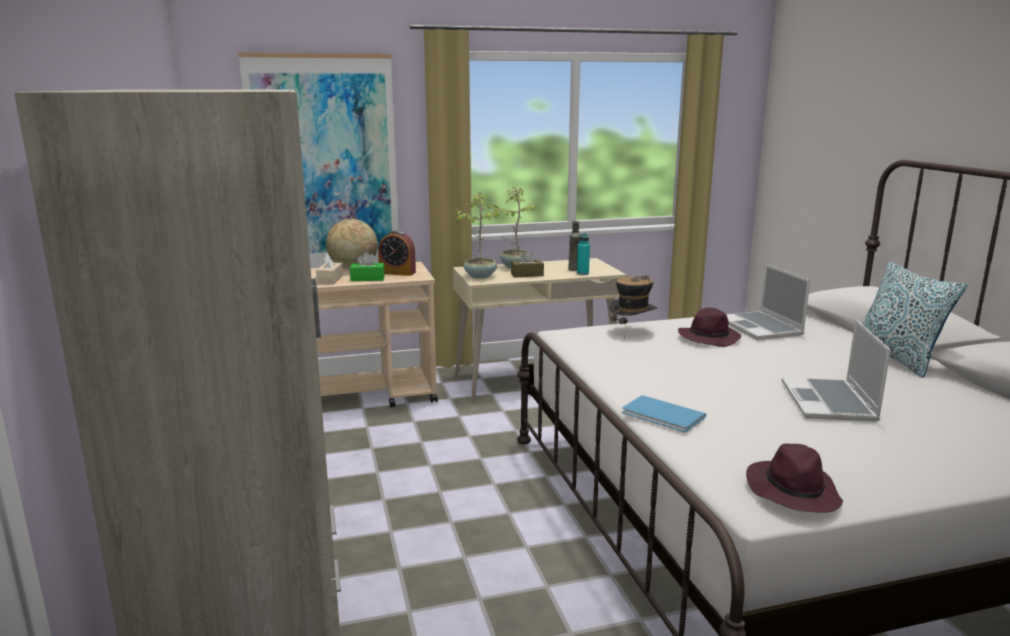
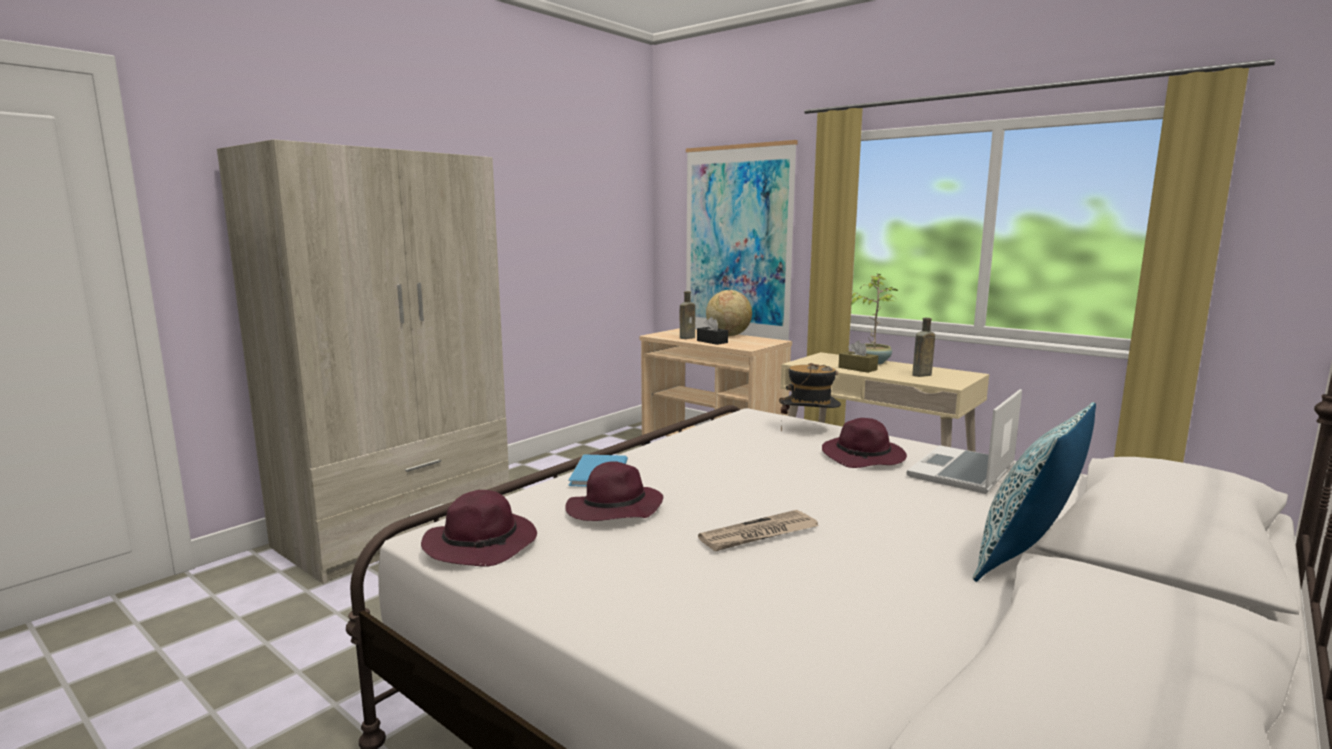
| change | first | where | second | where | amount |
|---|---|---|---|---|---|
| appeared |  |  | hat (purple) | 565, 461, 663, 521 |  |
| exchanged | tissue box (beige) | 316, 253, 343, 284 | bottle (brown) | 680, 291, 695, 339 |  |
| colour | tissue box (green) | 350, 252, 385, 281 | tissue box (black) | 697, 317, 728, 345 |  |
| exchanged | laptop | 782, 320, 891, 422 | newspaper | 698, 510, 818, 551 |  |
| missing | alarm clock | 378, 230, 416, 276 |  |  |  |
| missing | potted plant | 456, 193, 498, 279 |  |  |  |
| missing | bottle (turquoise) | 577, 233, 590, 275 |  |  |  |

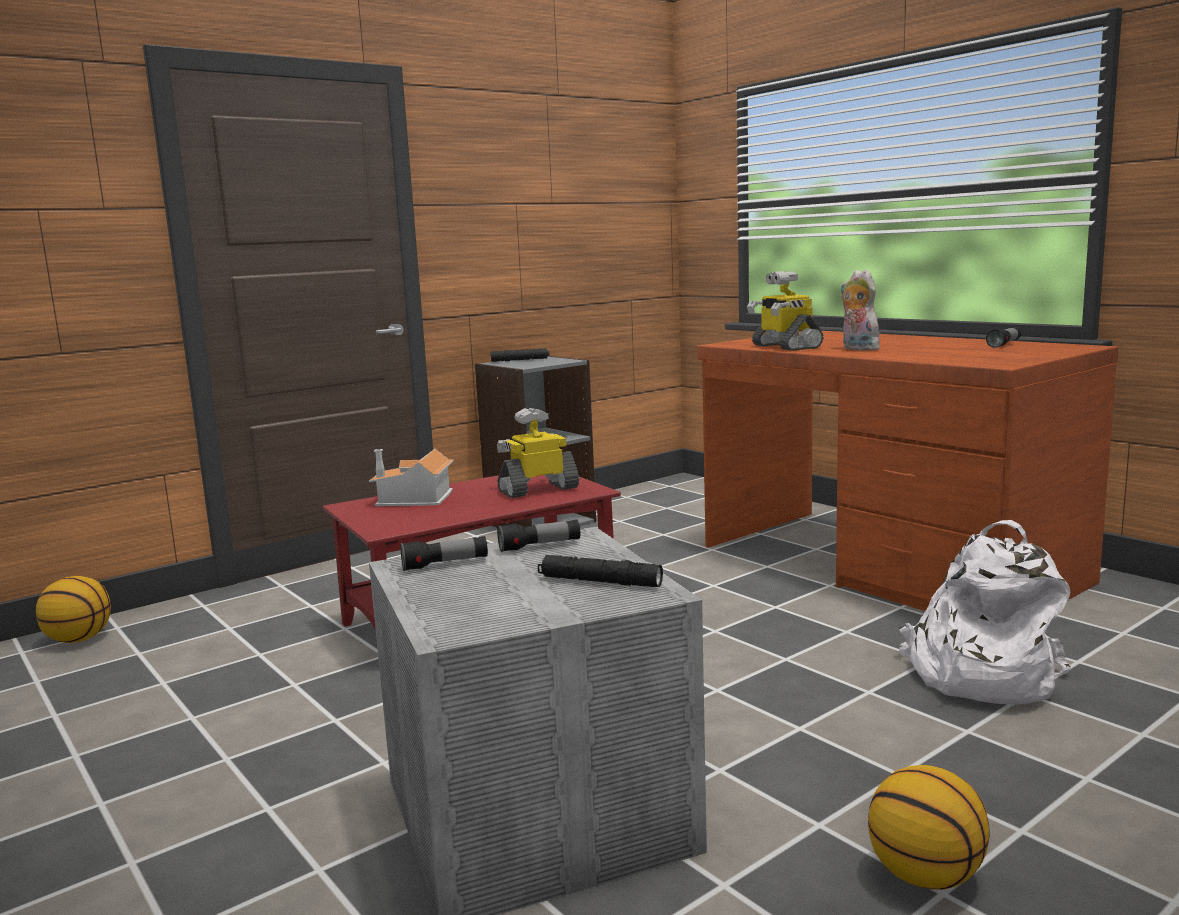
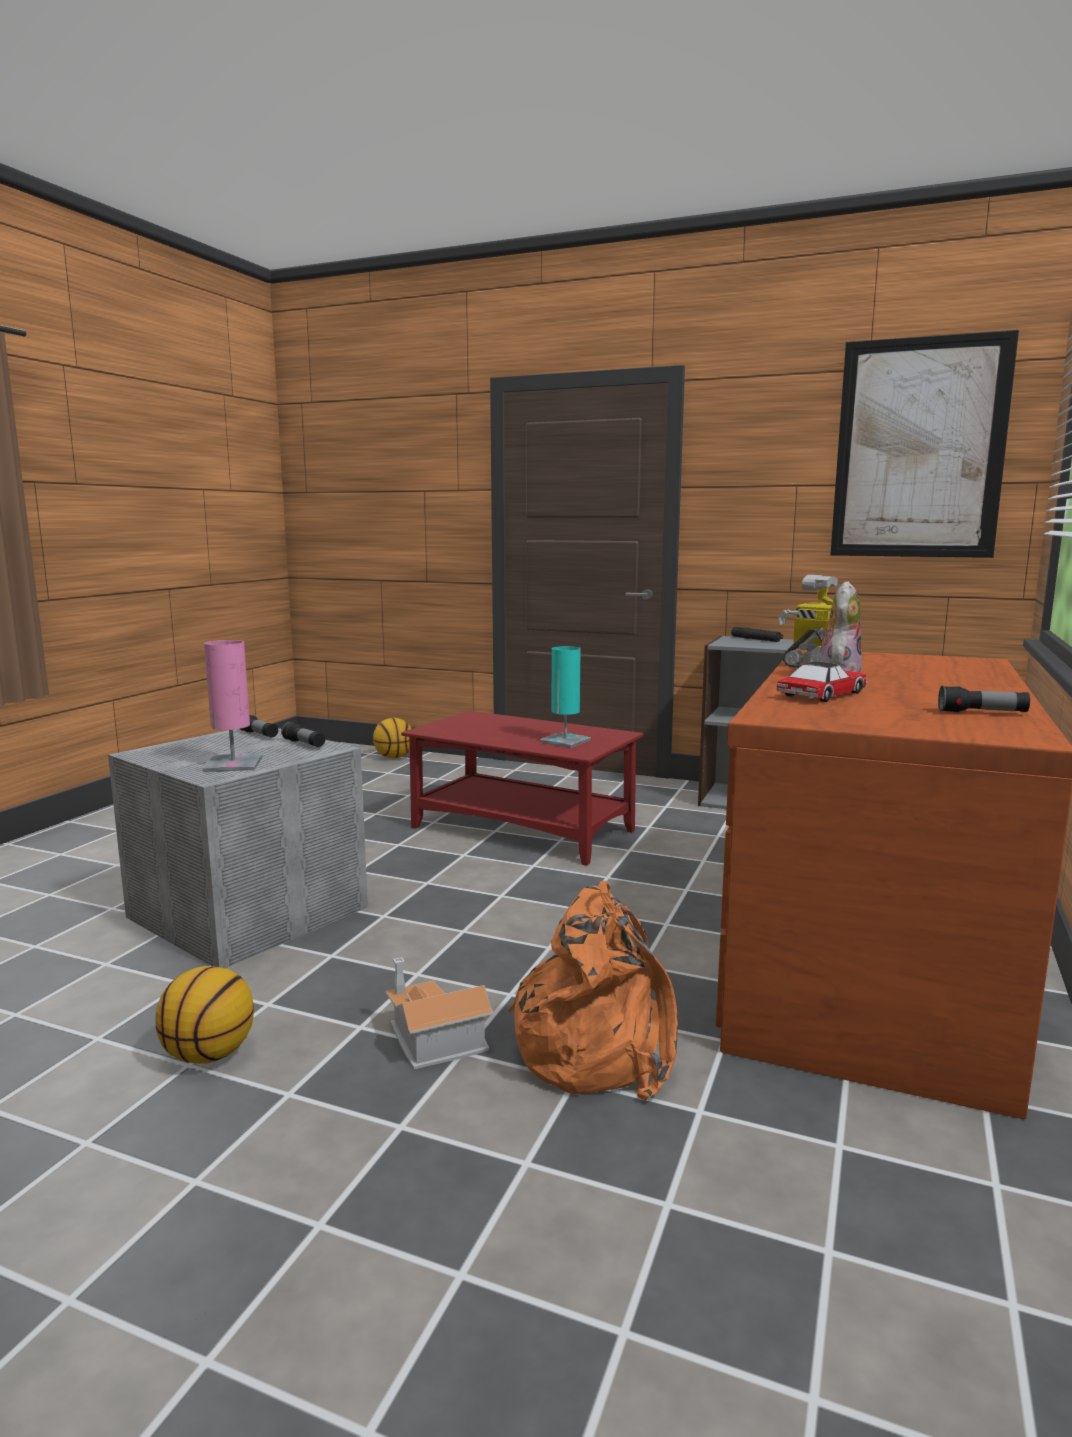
| change | first | where | second | where | amount |
|---|---|---|---|---|---|
| exchanged | flashlight (black) | 538, 555, 663, 587 | table lamp (pink) | 202, 640, 263, 772 |  |
| relocated | toy house | 369, 449, 454, 506 |  | 385, 957, 494, 1069 |  |
| colour | backpack (white) | 899, 520, 1071, 705 | backpack (orange) | 508, 881, 678, 1100 |  |
| exchanged | toy robot | 497, 408, 579, 498 | table lamp (turquoise) | 539, 646, 591, 748 |  |
| appeared |  |  | toy car | 776, 662, 867, 702 |  |
| appeared |  |  | picture | 830, 330, 1019, 558 |  |

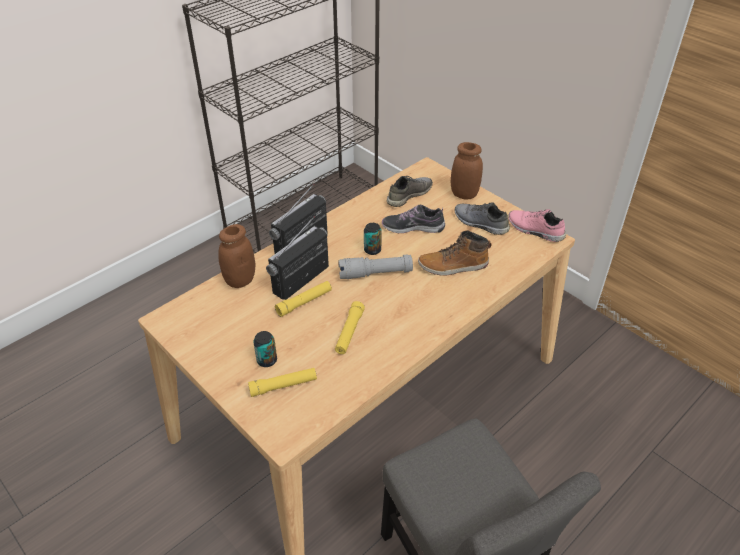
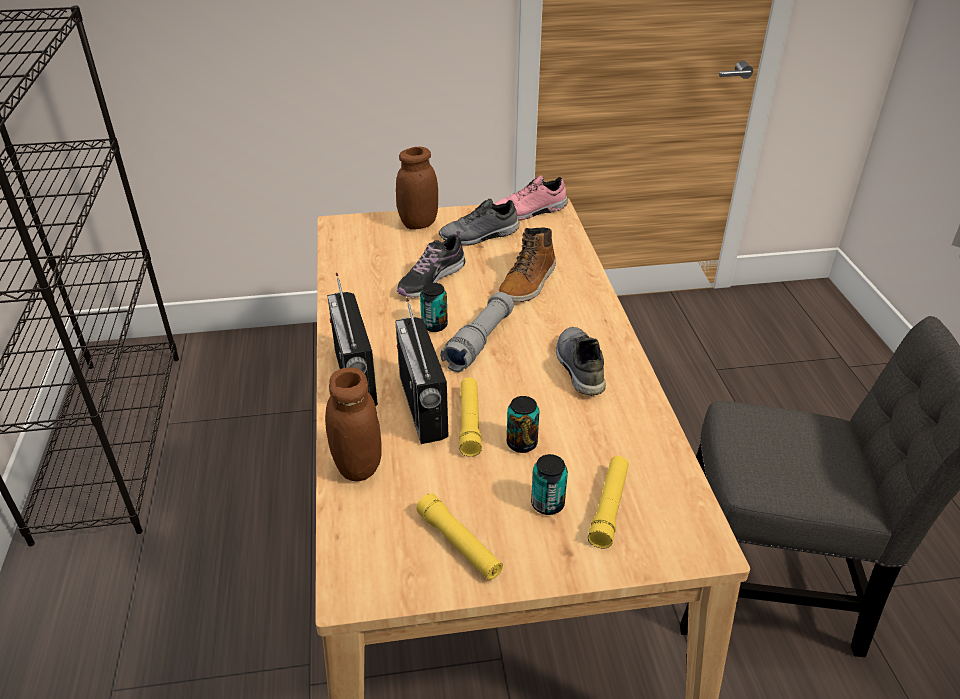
| change | first | where | second | where | amount |
|---|---|---|---|---|---|
| relocated | flashlight (yellow) | 335, 301, 365, 354 |  | 416, 493, 503, 580 |  |
| appeared |  |  | can | 507, 396, 539, 453 |  |
| relocated | shoe (grey) | 387, 176, 433, 207 |  | 556, 327, 606, 396 |  |

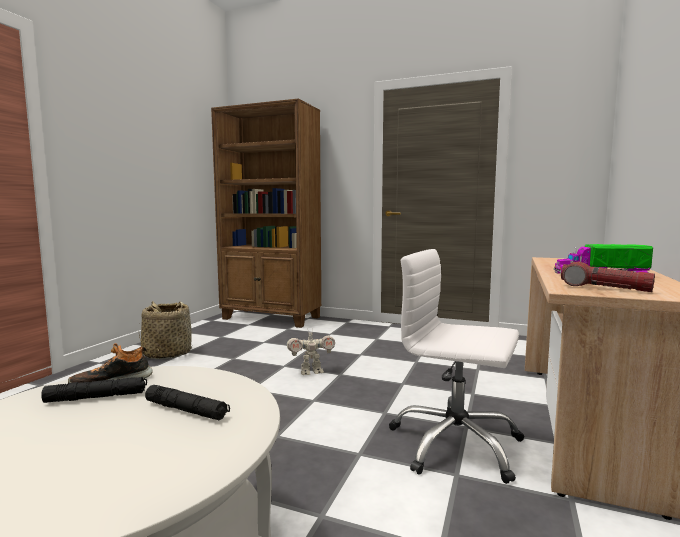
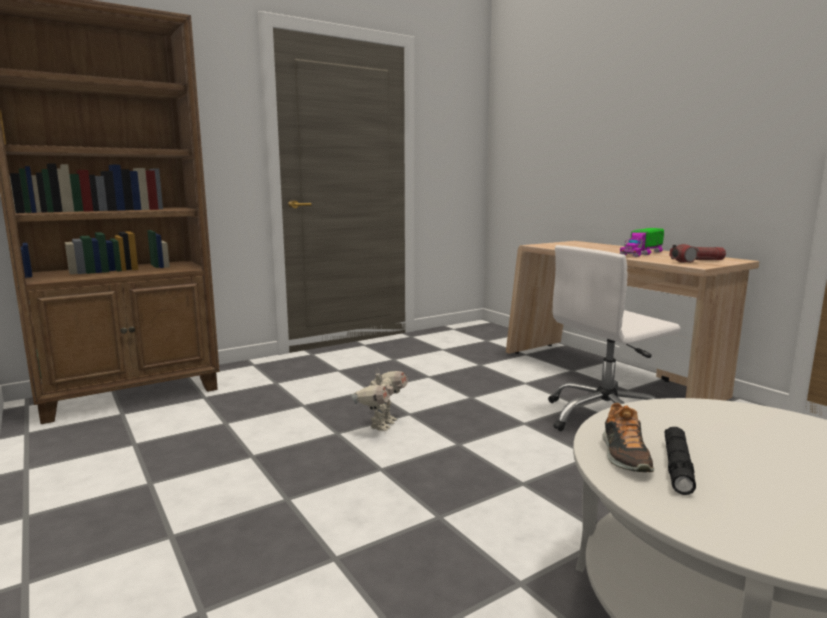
| change | first | where | second | where | amount |
|---|---|---|---|---|---|
| missing | basket | 139, 301, 193, 359 |  |  |  |
| missing | flashlight (black) | 145, 385, 230, 420 |  |  |  |

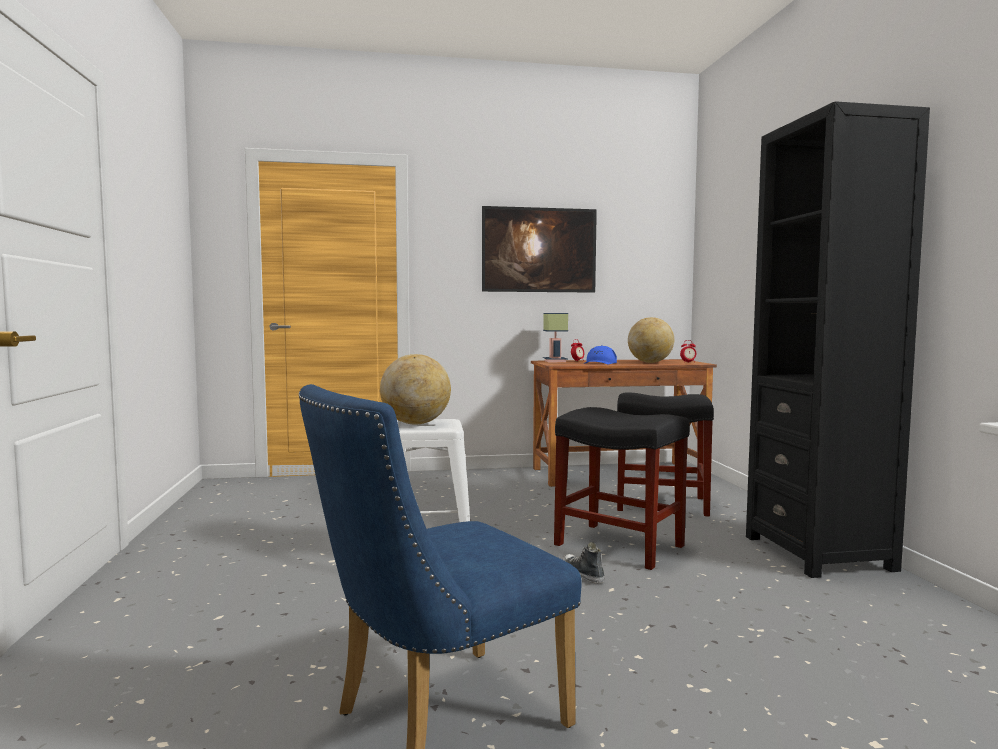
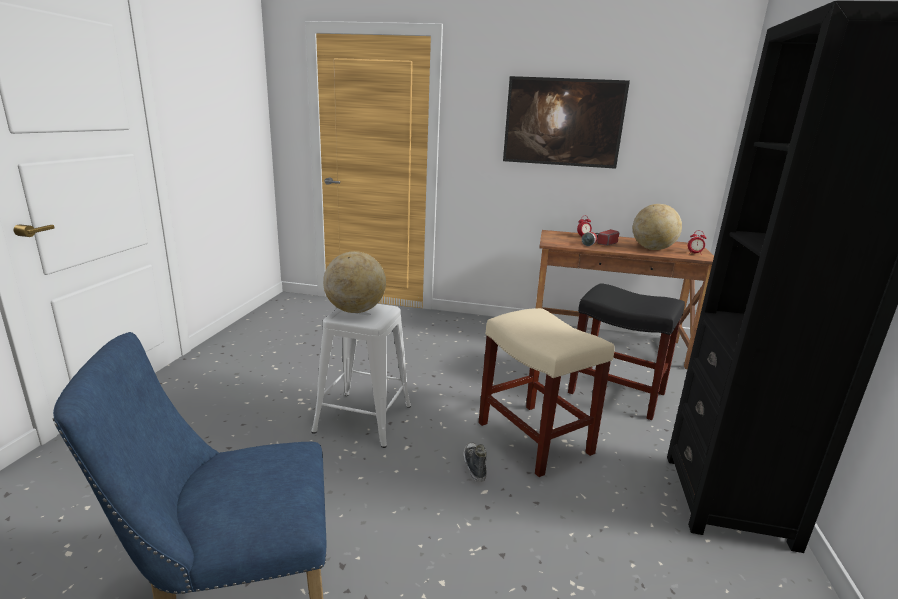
| change | first | where | second | where | amount |
|---|---|---|---|---|---|
| colour | stool (black) | 554, 407, 690, 570 | stool (beige) | 479, 308, 614, 477 |  |
| exchanged | cap (blue) | 584, 345, 617, 364 | flashlight | 581, 229, 619, 246 |  |
| missing | table lamp | 543, 313, 568, 362 |  |  |  |

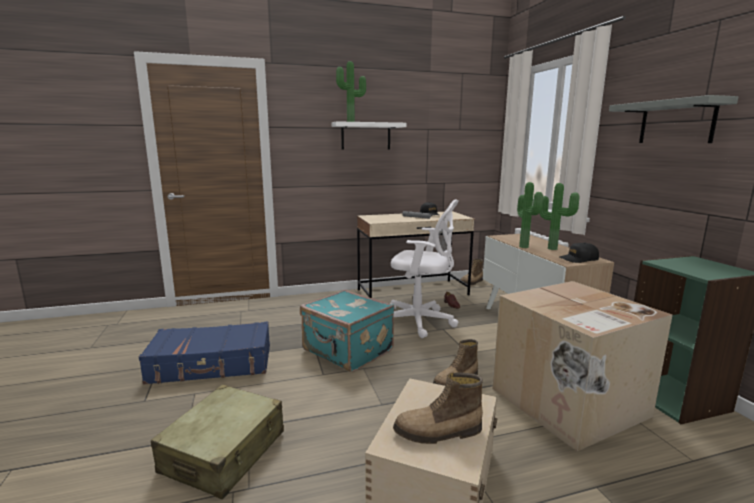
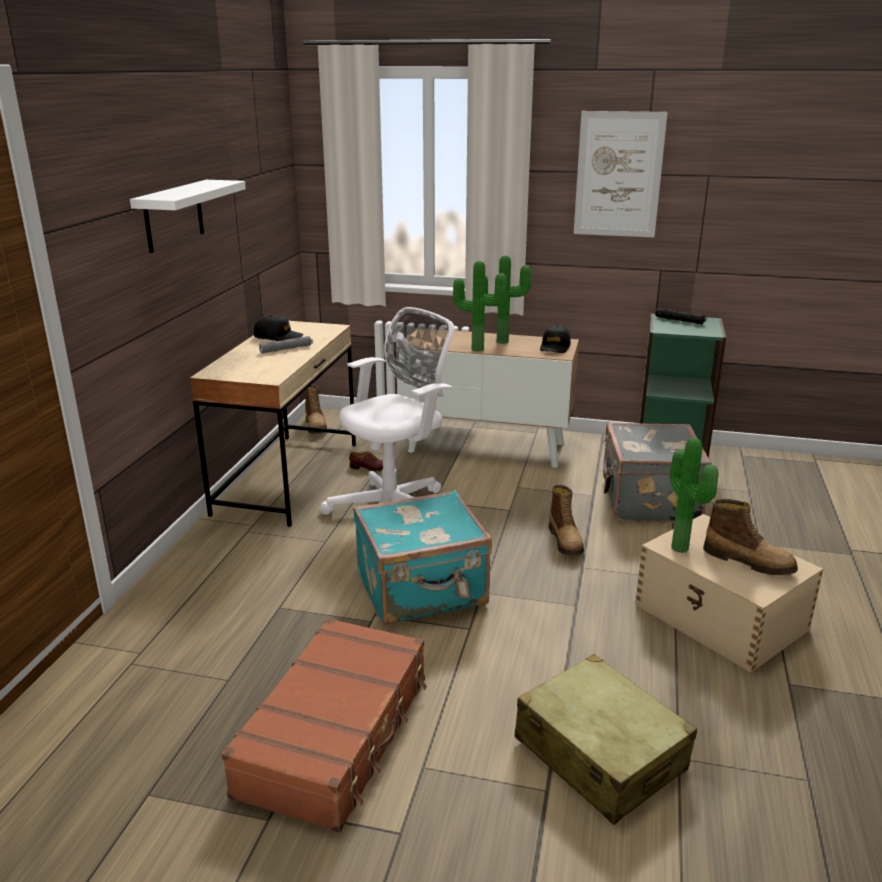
| change | first | where | second | where | amount |
|---|---|---|---|---|---|
| colour | suitcase (blue) | 139, 321, 270, 385 | suitcase (brown) | 221, 618, 427, 833 |  |
| exchanged | shelf (grey) | 609, 95, 738, 143 | picture | 574, 111, 668, 237 |  |
| exchanged | cardboard box | 492, 281, 673, 451 | suitcase (grey) | 603, 422, 711, 523 |  |
| appeared |  |  | flashlight (black) | 655, 308, 706, 324 |  |
| relocated | potted plant | 336, 61, 366, 122 |  | 670, 438, 719, 553 |  |
| spun | boot | 393, 372, 483, 444 |  | 703, 499, 798, 575 | 75 degrees counterclockwise |

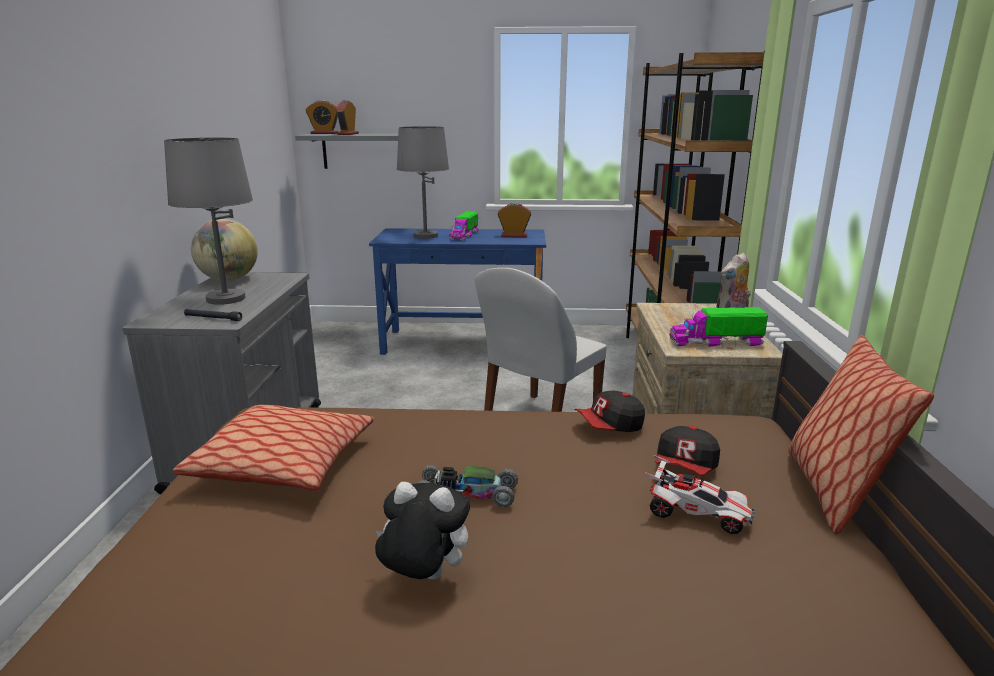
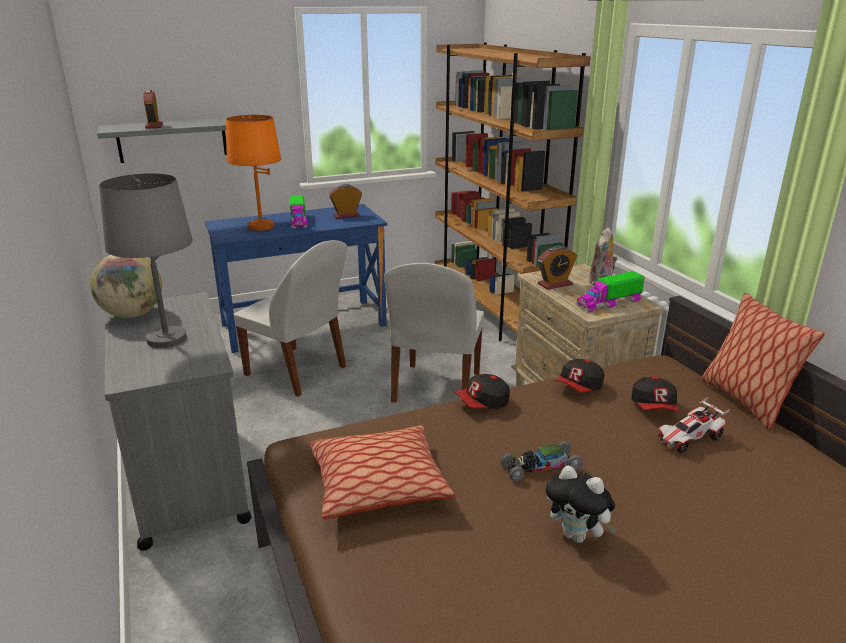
| change | first | where | second | where | amount |
|---|---|---|---|---|---|
| colour | table lamp (grey) | 397, 126, 449, 239 | table lamp (orange) | 226, 115, 281, 231 |  |
| appeared |  |  | chair (white) | 234, 240, 347, 397 |  |
| appeared |  |  | cap | 453, 374, 510, 409 |  |
| relocated | alarm clock | 306, 100, 338, 134 |  | 538, 245, 577, 290 |  |
| spun | plush toy | 375, 482, 470, 580 |  | 546, 465, 617, 543 | 135 degrees counterclockwise |
| spun | toy car | 645, 455, 755, 534 |  | 658, 397, 730, 453 | 150 degrees clockwise |
| missing | flashlight (black) | 184, 309, 242, 321 |  |  |  |

